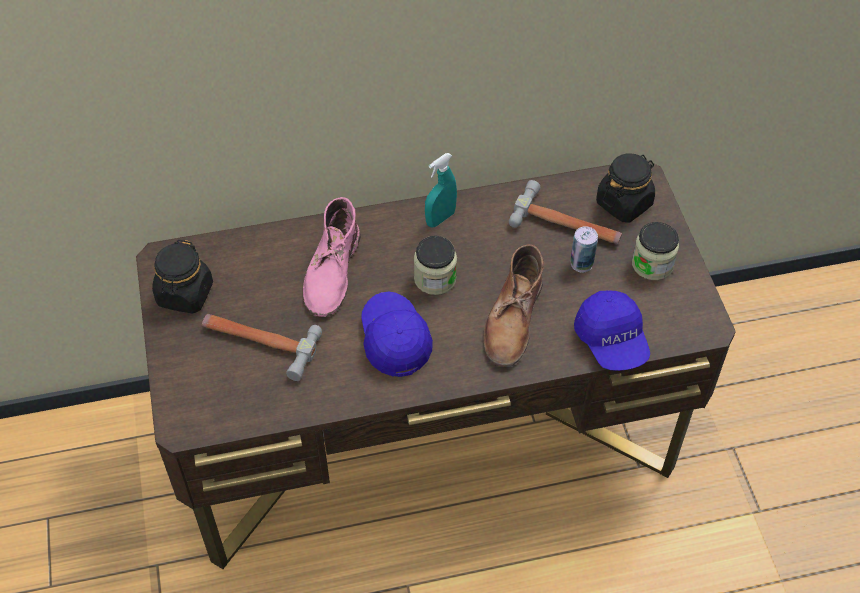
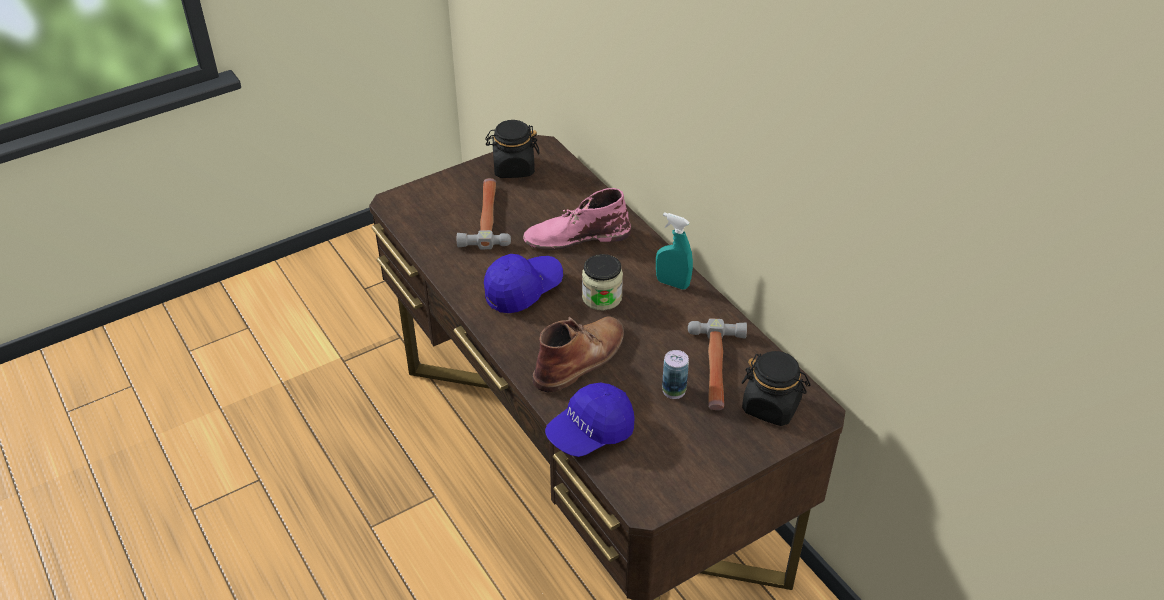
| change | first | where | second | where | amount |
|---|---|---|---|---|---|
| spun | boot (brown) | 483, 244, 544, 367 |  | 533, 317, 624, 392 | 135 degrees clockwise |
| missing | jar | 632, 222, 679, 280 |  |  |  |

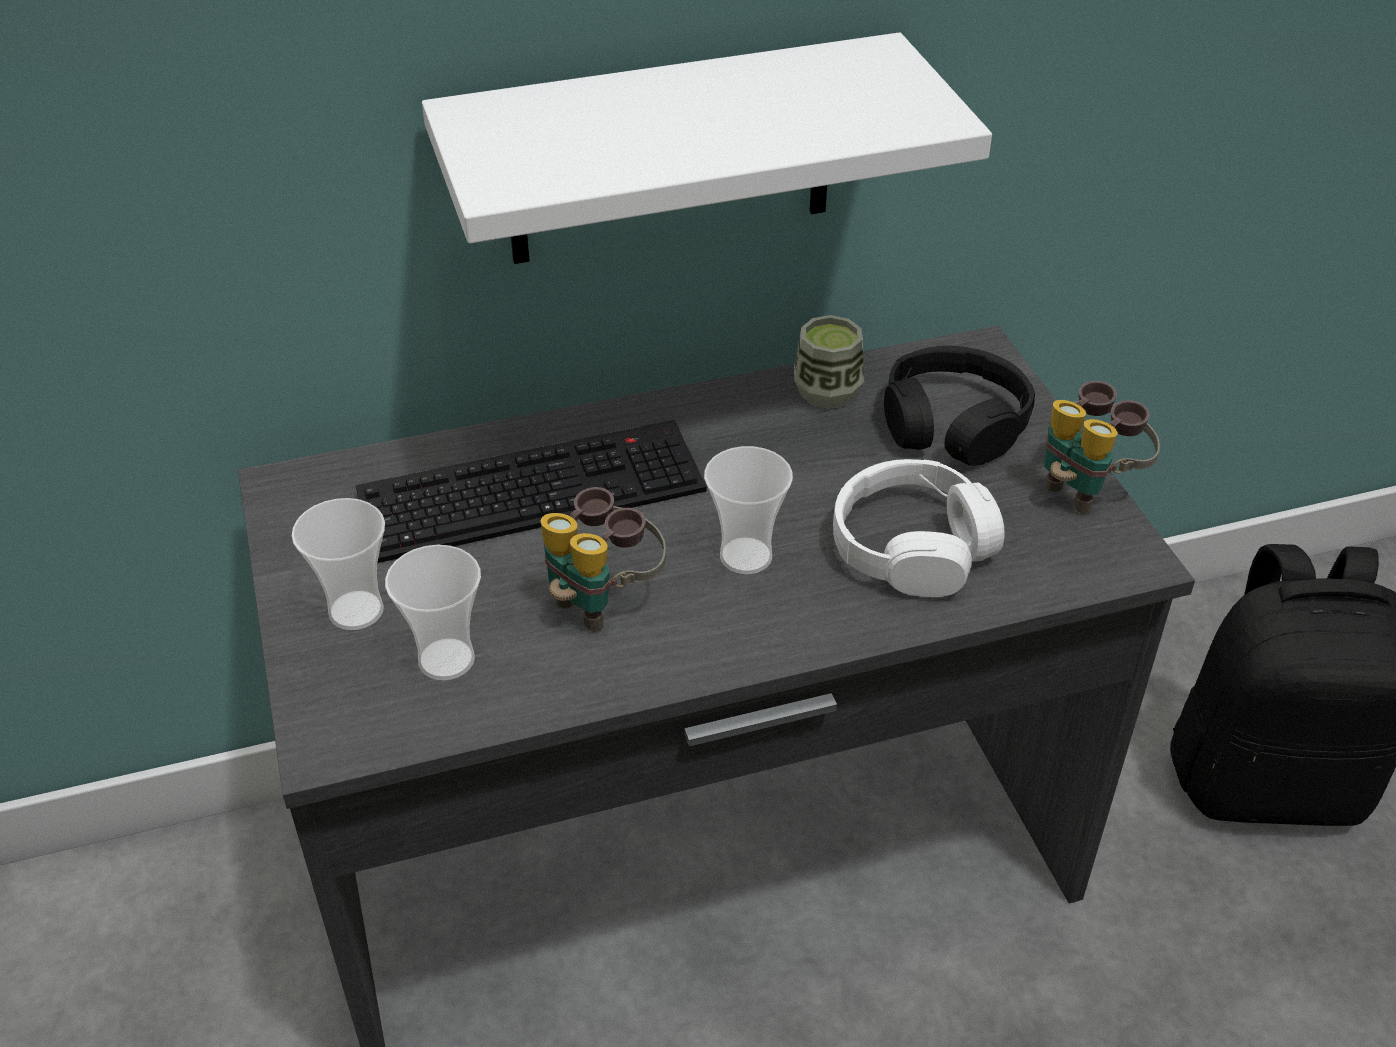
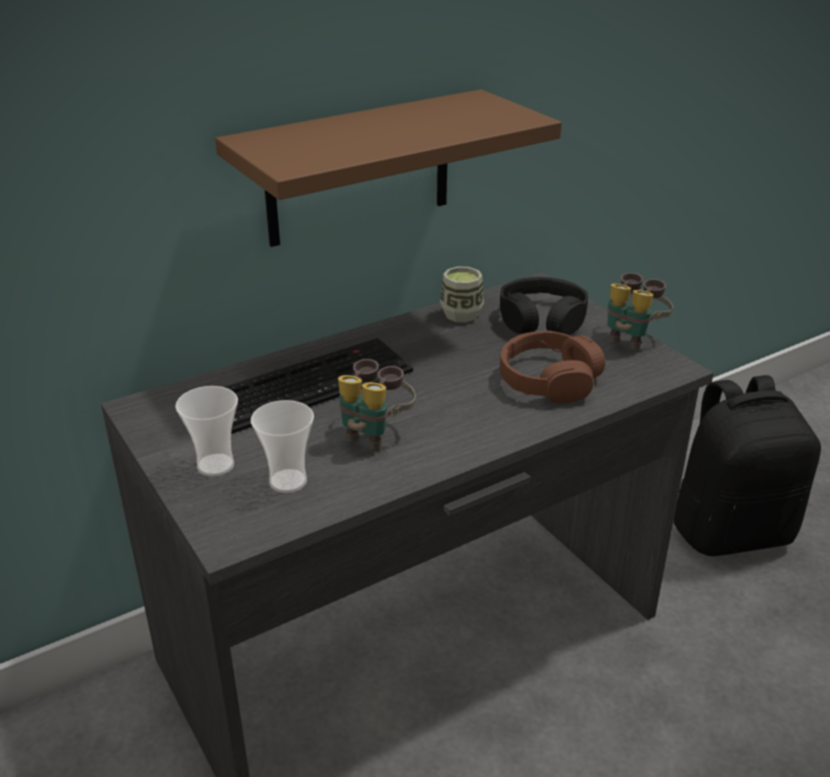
| change | first | where | second | where | amount |
|---|---|---|---|---|---|
| colour | shelf (white) | 422, 32, 992, 264 | shelf (brown) | 215, 89, 562, 247 |  |
| colour | headphones (white) | 833, 459, 1005, 597 | headphones (brown) | 500, 331, 605, 403 |  |
| missing | cup | 704, 446, 793, 574 |  |  |  |

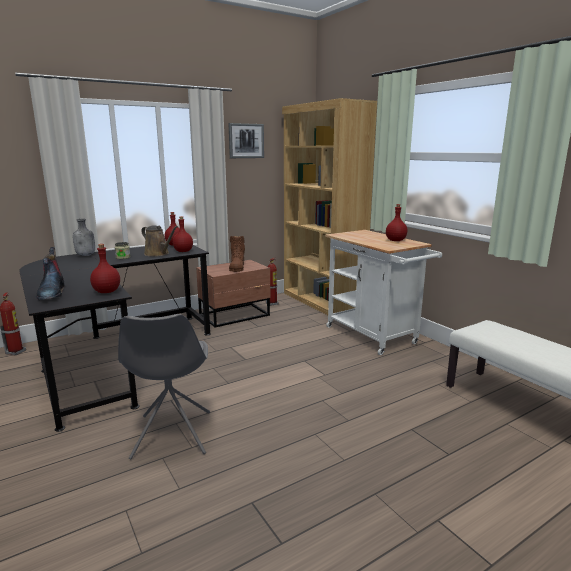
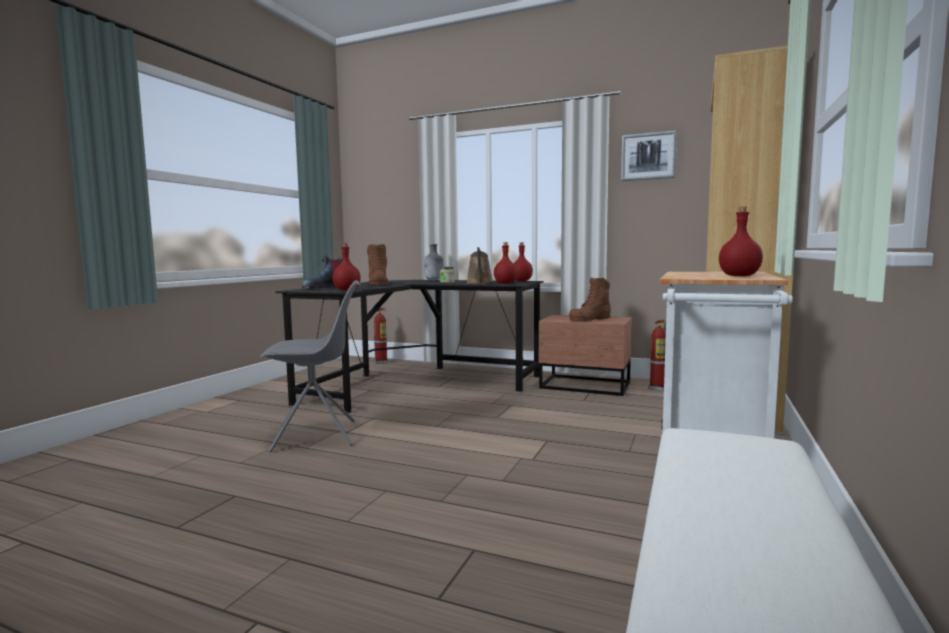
| change | first | where | second | where | amount |
|---|---|---|---|---|---|
| spun | chair (grey) | 118, 314, 210, 459 |  | 260, 280, 360, 452 | 150 degrees counterclockwise |
| appeared |  |  | boot (brown) | 367, 244, 388, 285 |  |

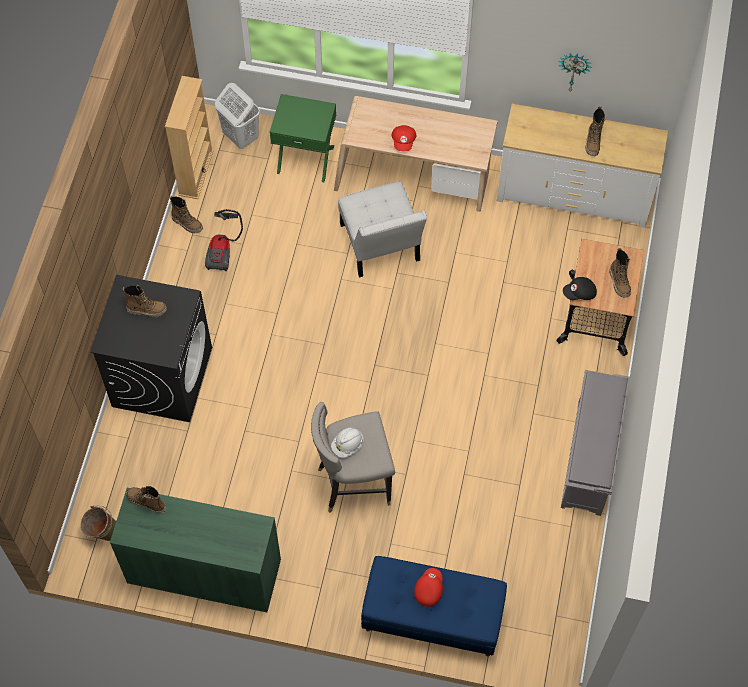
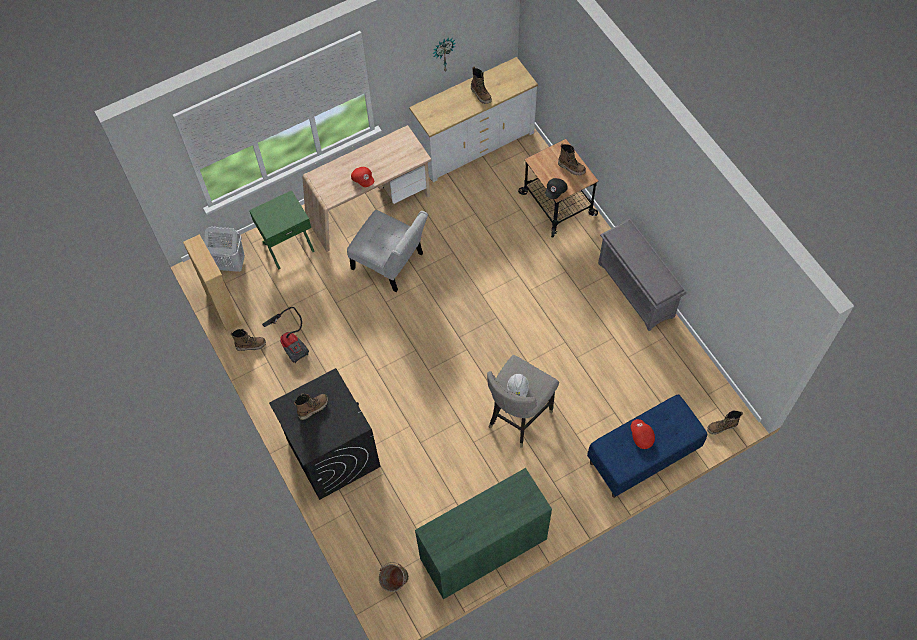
| change | first | where | second | where | amount |
|---|---|---|---|---|---|
| relocated | boot | 127, 486, 166, 514 |  | 707, 411, 743, 435 |  |

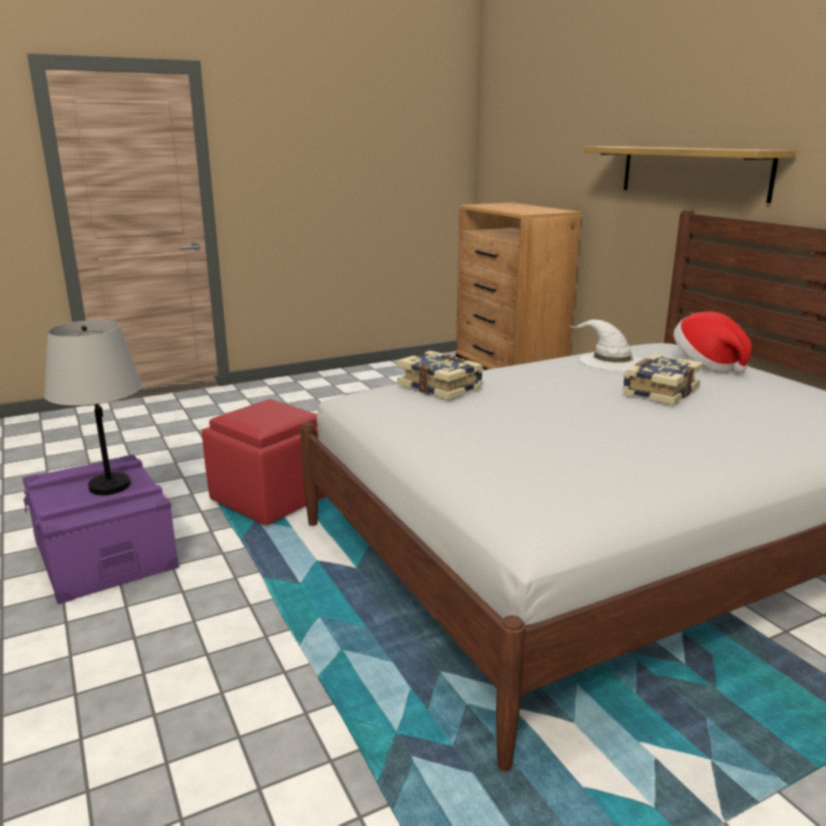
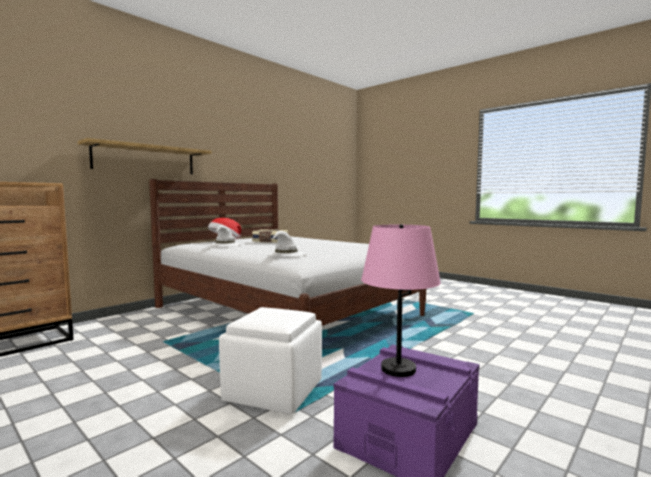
| change | first | where | second | where | amount |
|---|---|---|---|---|---|
| colour | ottoman (red) | 202, 399, 326, 525 | ottoman (white) | 219, 307, 322, 415 |  |
| exchanged | book | 397, 351, 484, 400 | hat (white) | 267, 231, 306, 257 |  |
| colour | table lamp (grey) | 44, 320, 142, 495 | table lamp (pink) | 361, 224, 441, 377 |  |

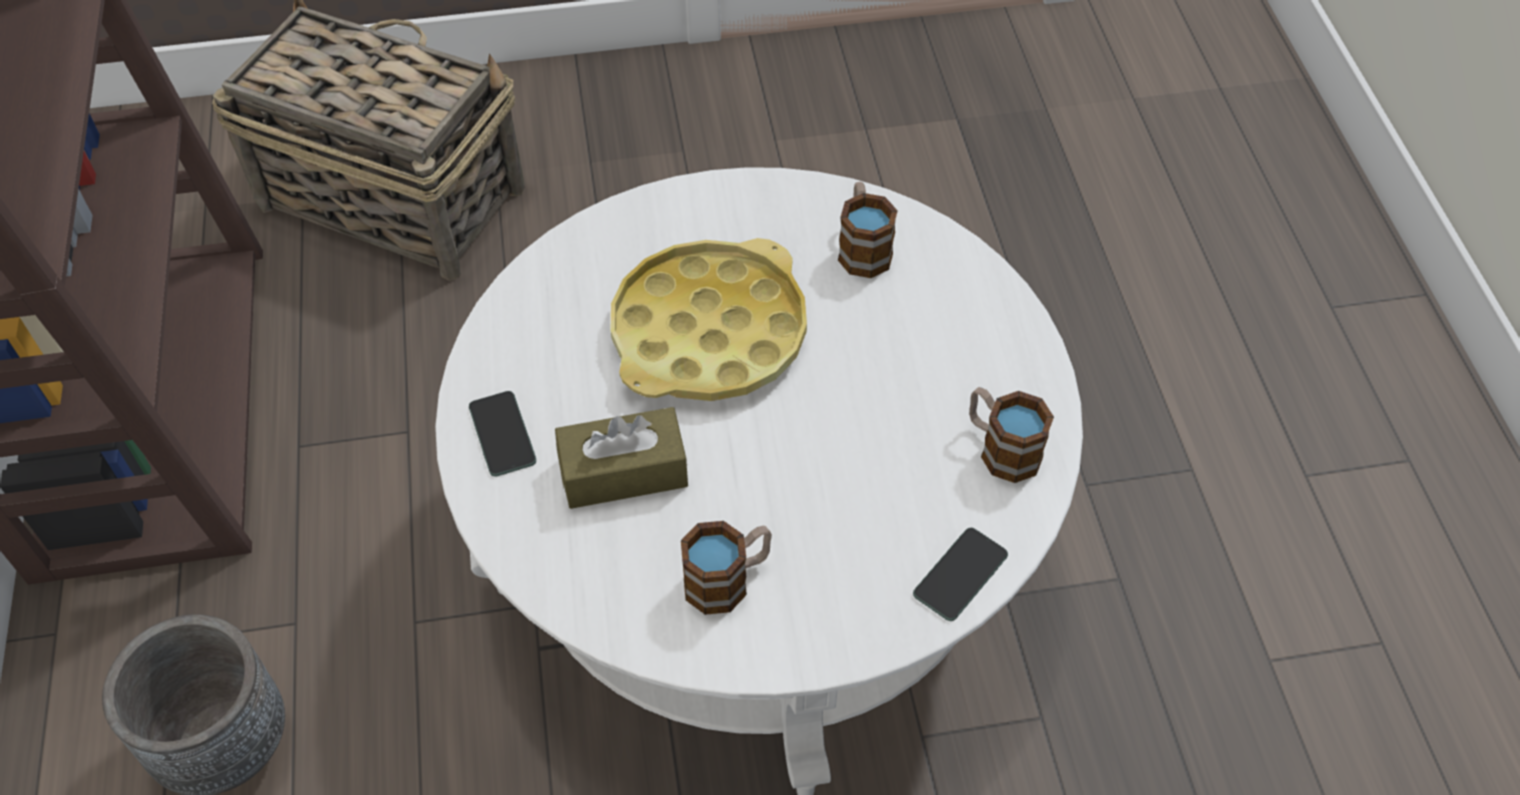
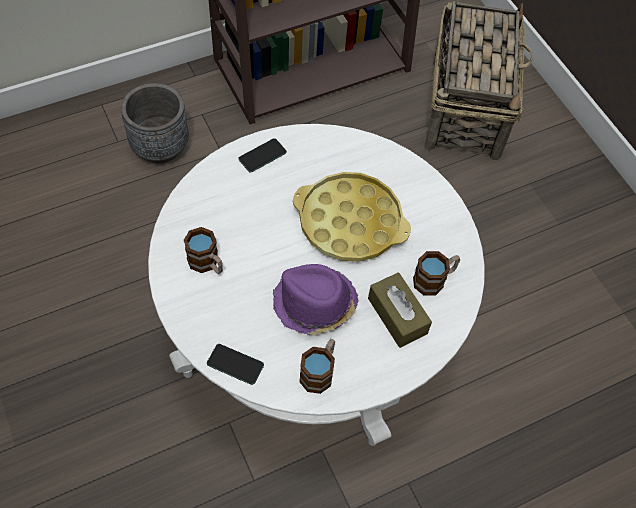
| change | first | where | second | where | amount |
|---|---|---|---|---|---|
| appeared |  |  | hat (purple) | 273, 264, 358, 336 |  |
| relocated | tissue box (brown) | 555, 407, 688, 509 |  | 368, 272, 432, 348 |  |

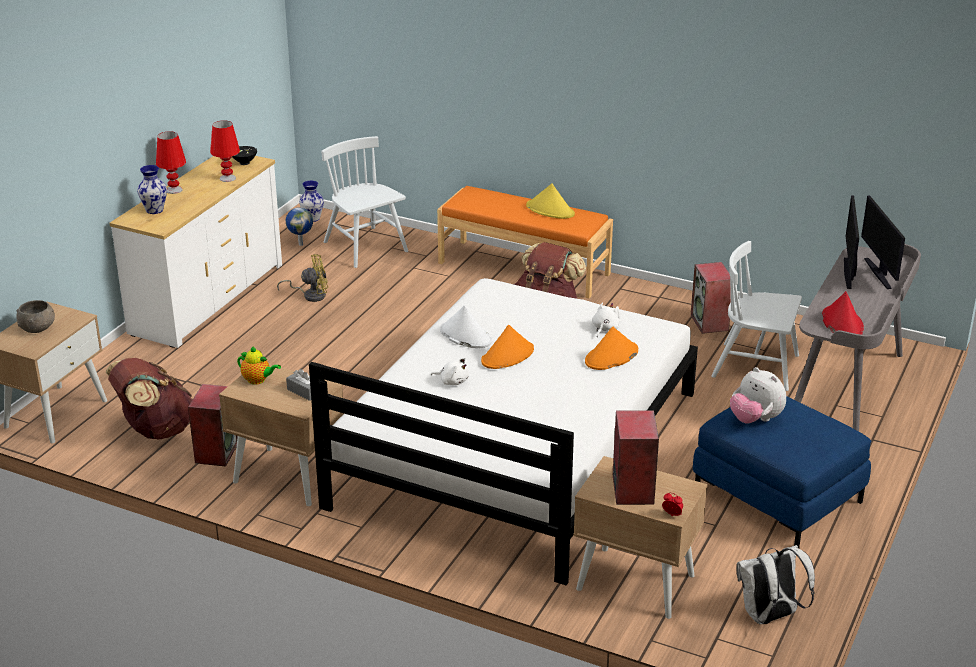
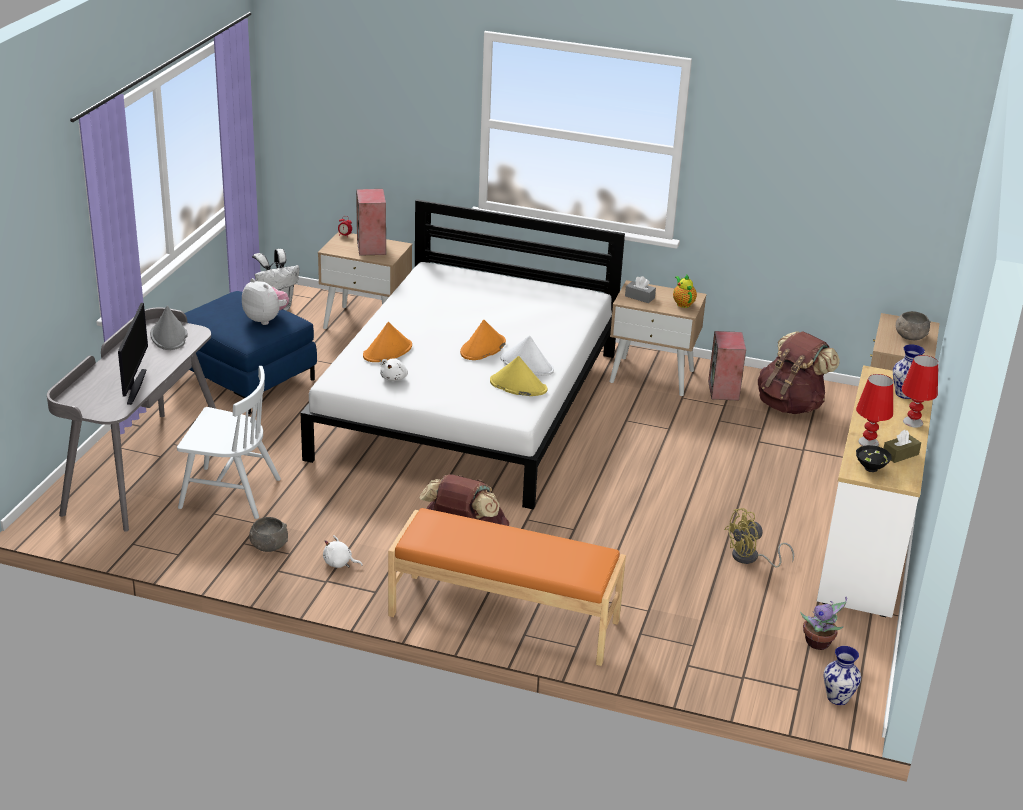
| change | first | where | second | where | amount |
|---|---|---|---|---|---|
| colour | hat (red) | 822, 291, 864, 335 | hat (grey) | 150, 306, 188, 350 |  |
| exchanged | speaker | 691, 262, 731, 334 | bowl (grey) | 249, 517, 288, 552 |  |
| relocated | plush toy (white) | 431, 358, 469, 385 |  | 323, 535, 363, 568 |  |
| relocated | hat (yellow) | 526, 184, 575, 219 |  | 490, 356, 547, 396 |  |
| spun | teapot | 237, 346, 281, 385 |  | 673, 275, 697, 308 | 60 degrees clockwise |
| exchanged | globe | 286, 207, 313, 246 | potted plant | 800, 597, 847, 650 |  |
| appeared |  |  | tissue box (brown) | 883, 430, 921, 463 |  |
| missing | chair (white) | 321, 136, 408, 268 |  |  |  |
| missing | monitor | 861, 196, 905, 289 |  |  |  |

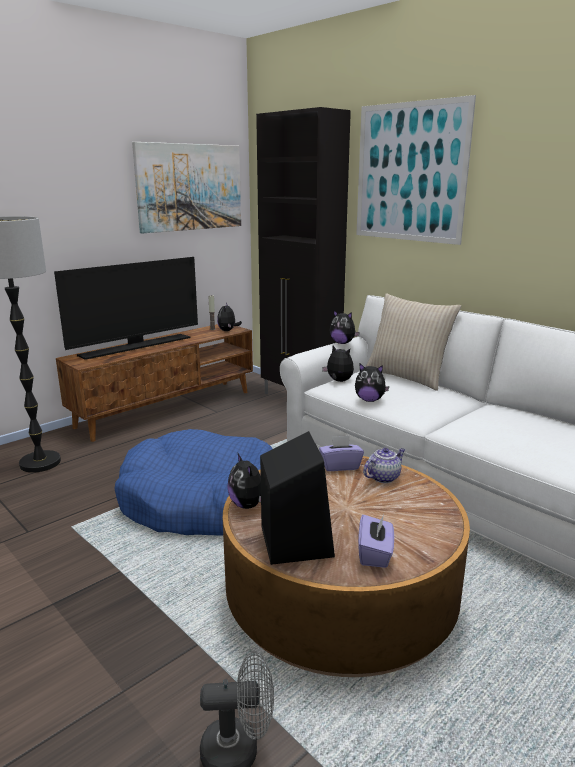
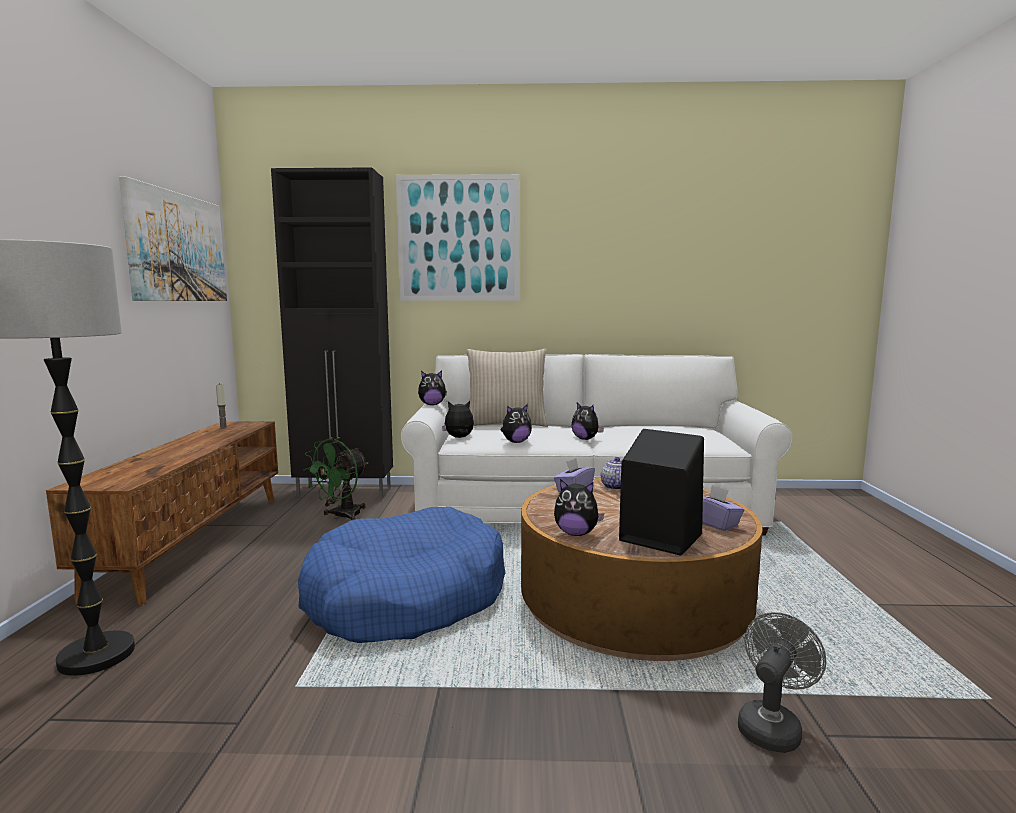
| change | first | where | second | where | amount |
|---|---|---|---|---|---|
| appeared |  |  | fan (green) | 303, 438, 368, 520 |  |
| relocated | plush toy | 217, 302, 242, 331 |  | 572, 403, 604, 440 |  |
| missing | television | 54, 257, 198, 360 |  |  |  |

